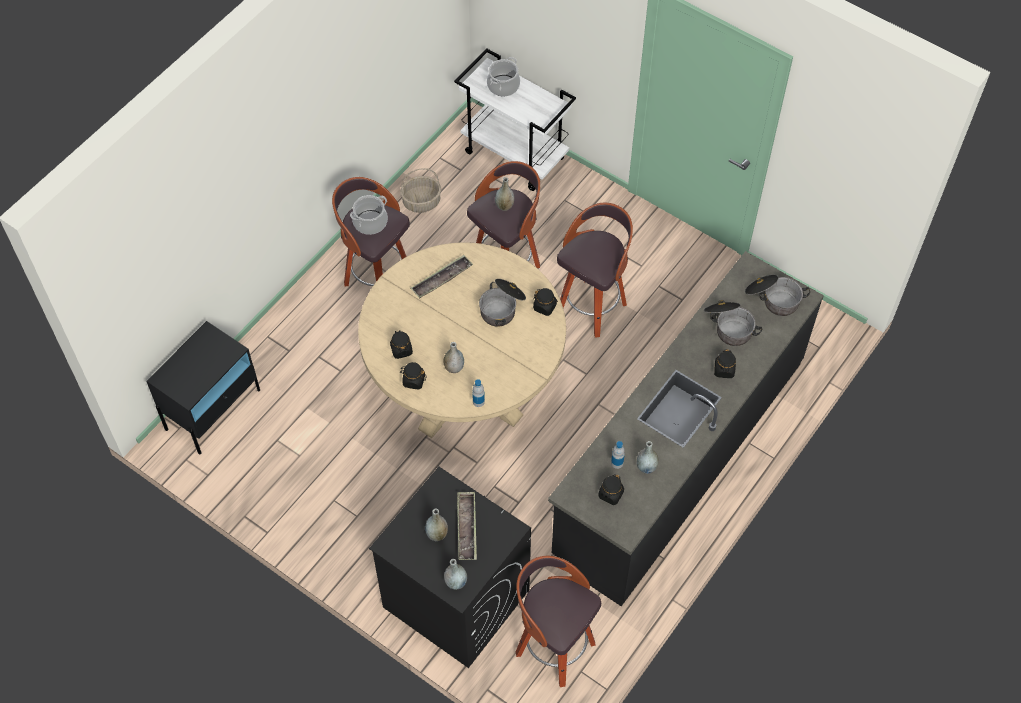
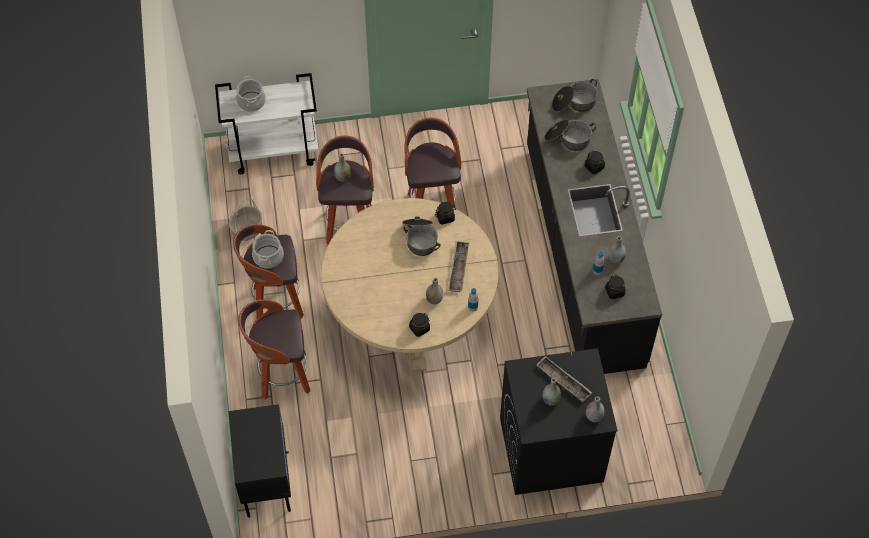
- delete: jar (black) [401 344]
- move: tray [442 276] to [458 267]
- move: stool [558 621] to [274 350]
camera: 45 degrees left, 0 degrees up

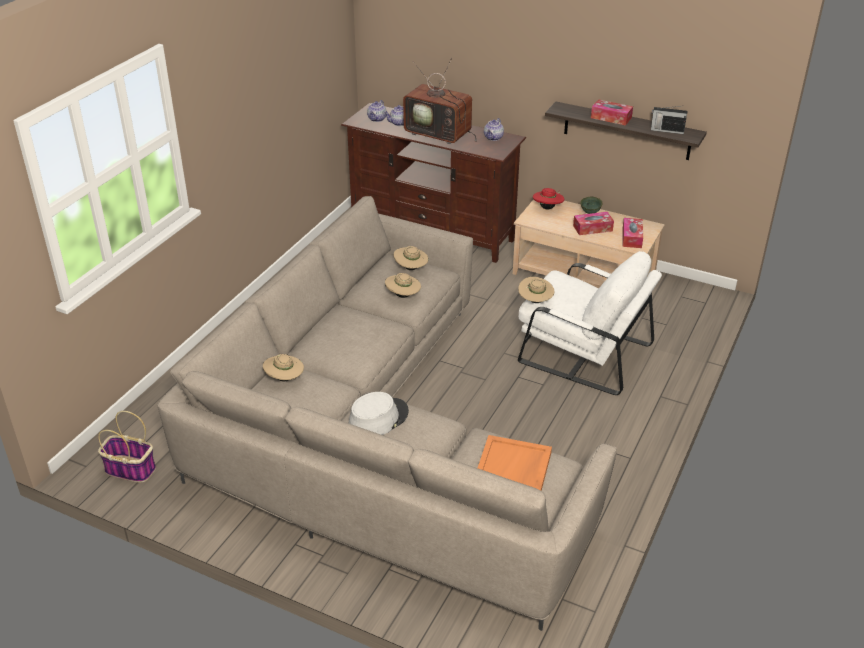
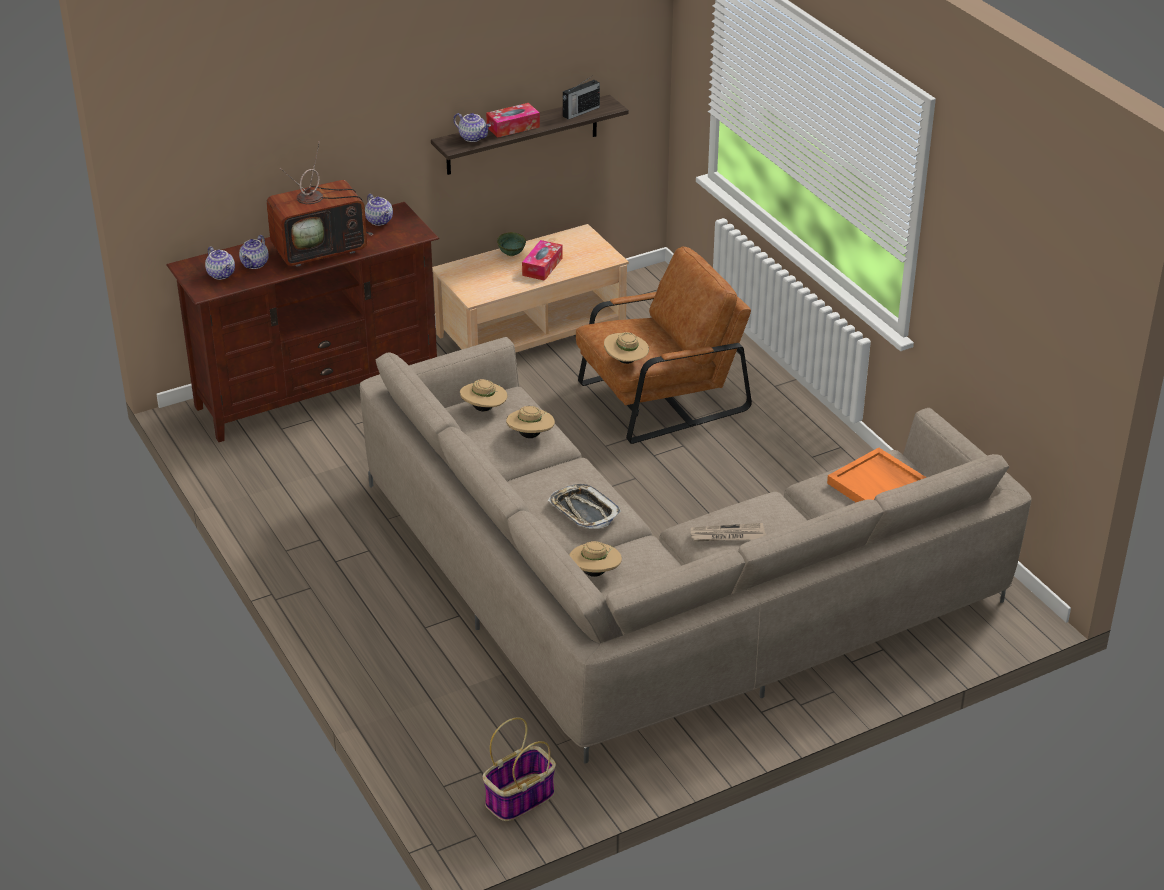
- delete: hat (red) [549 198]
- delete: tissue box [633 233]
- insert: teapot [472 127]
- insert: tray [585 506]
- replace: hat (grey) [379 413] to newspaper [728 532]
- recolor: armchair (white) [590 323] to armchair (brown) [664 345]
camera: 55 degrees left, 0 degrees up

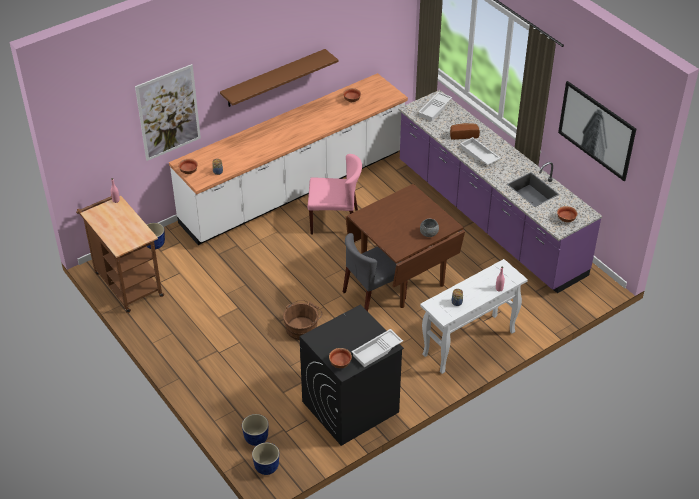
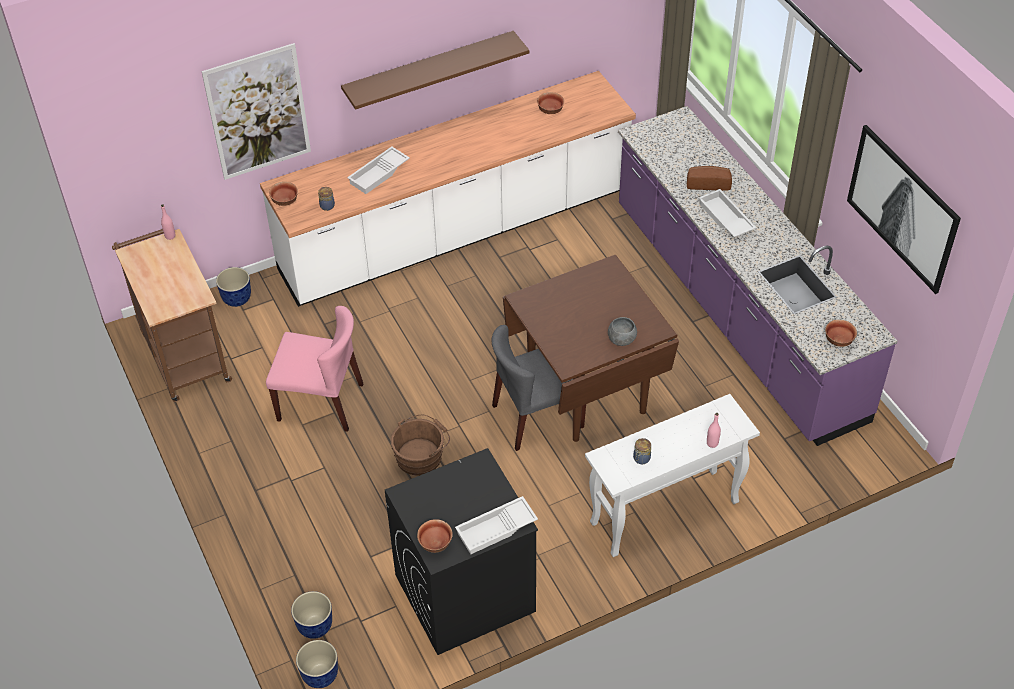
- move: chair (pink) [335 194] to [314 369]
- move: tray (white) [435 106] to [378 170]
camera: 10 degrees right, 5 degrees up

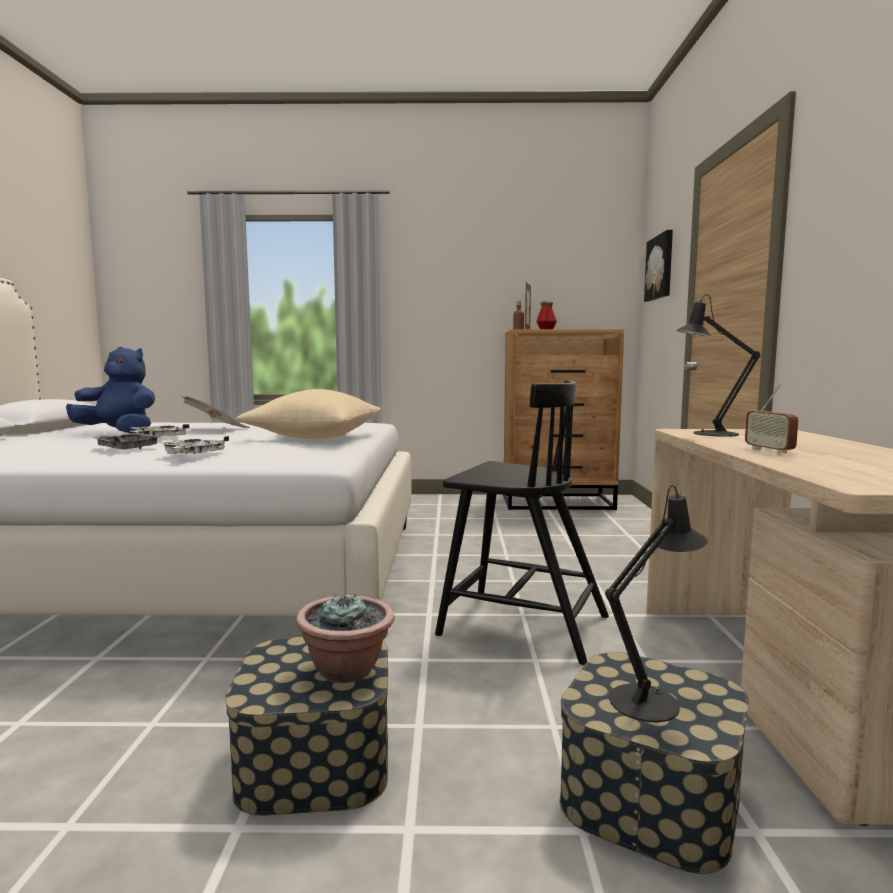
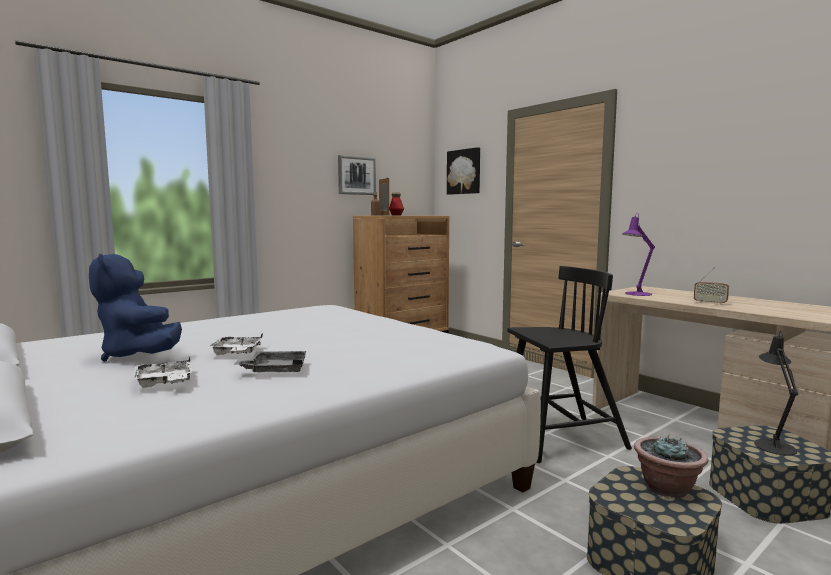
- delete: newspaper [216 412]
- delete: pillow (beige) [308 414]
- insert: picture [357 175]
- move: tray (white) [193 445] to [162 372]
- recolor: table lamp (black) [718 365] to table lamp (purple) [638 254]
- rotate: plush toy (blue) [110 390] = [135 308] 105 degrees counterclockwise
camera: 40 degrees left, 0 degrees up

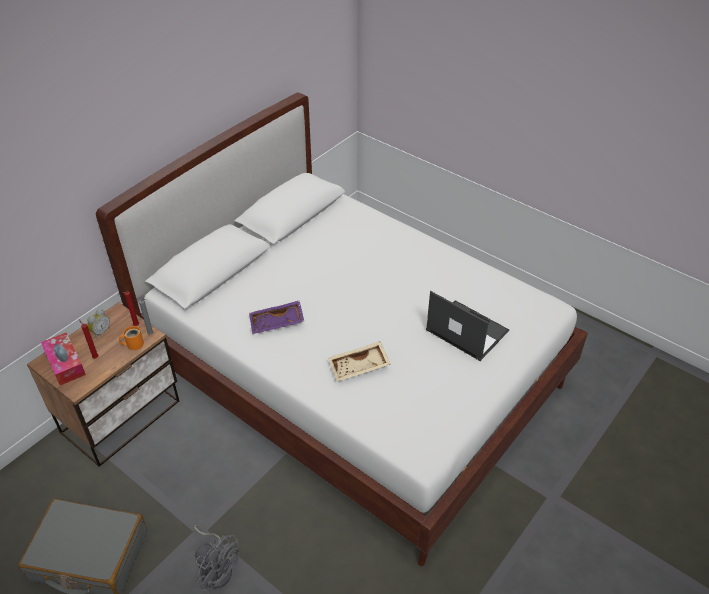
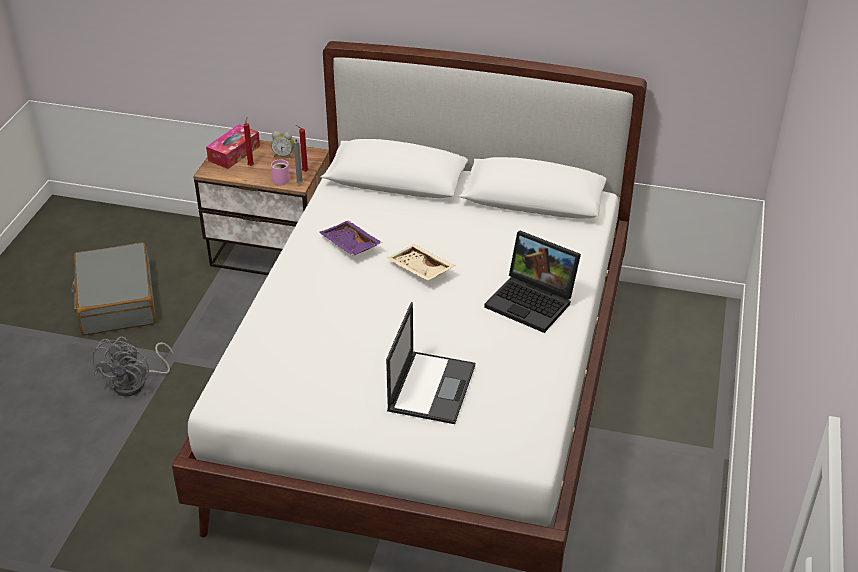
- insert: laptop [532 282]
- move: tray (beige) [359 361] to [421 262]
- recolor: mug (orange) [131 338] to mug (pink) [280 172]
camera: 65 degrees right, 5 degrees down

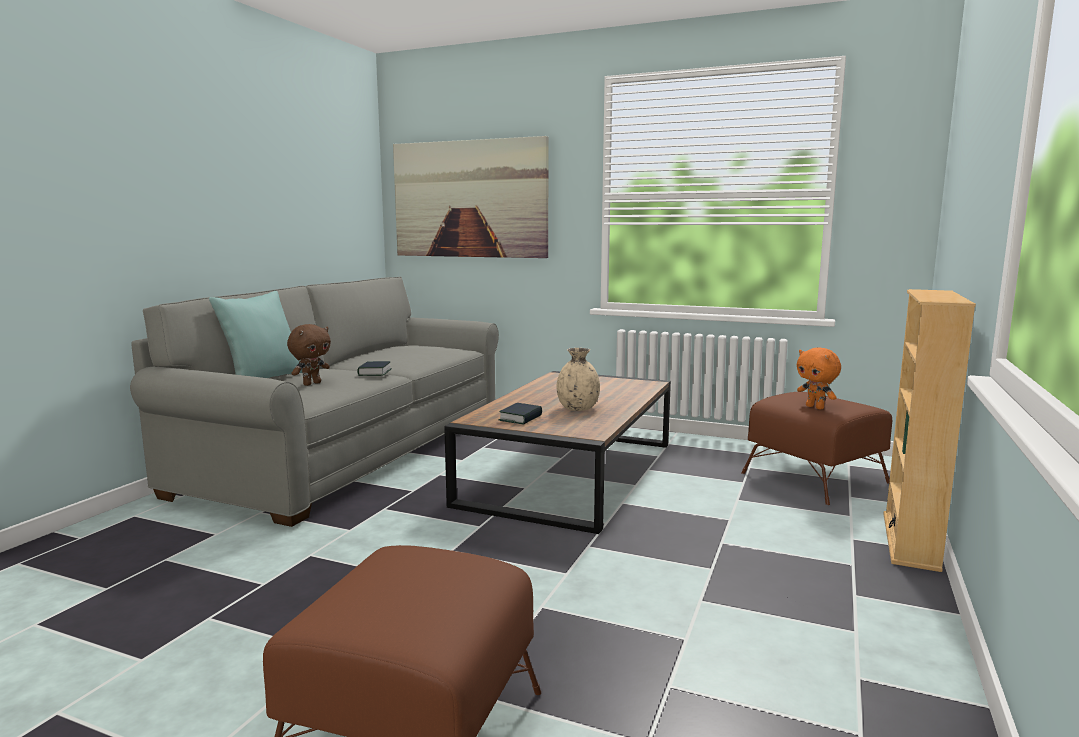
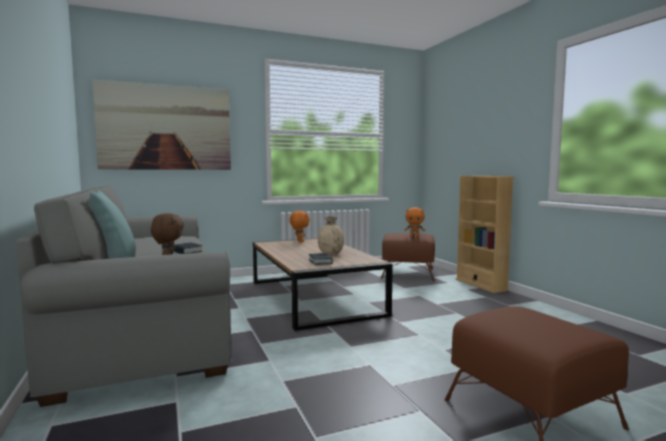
- insert: plush toy (orange) [300 227]
camera: 45 degrees left, 5 degrees down

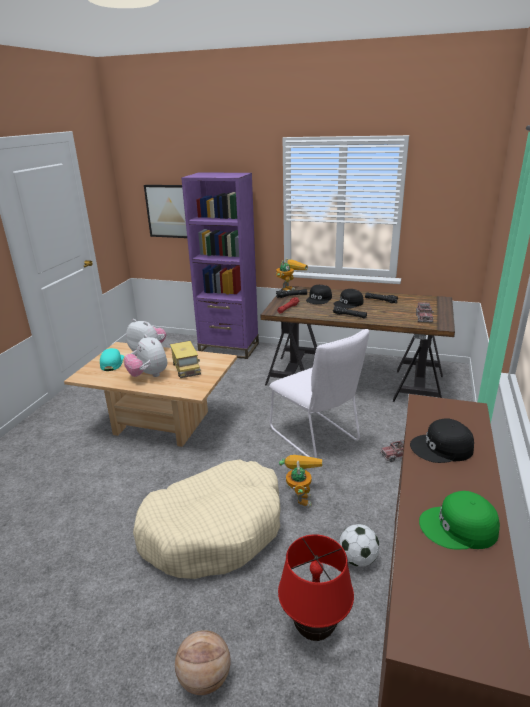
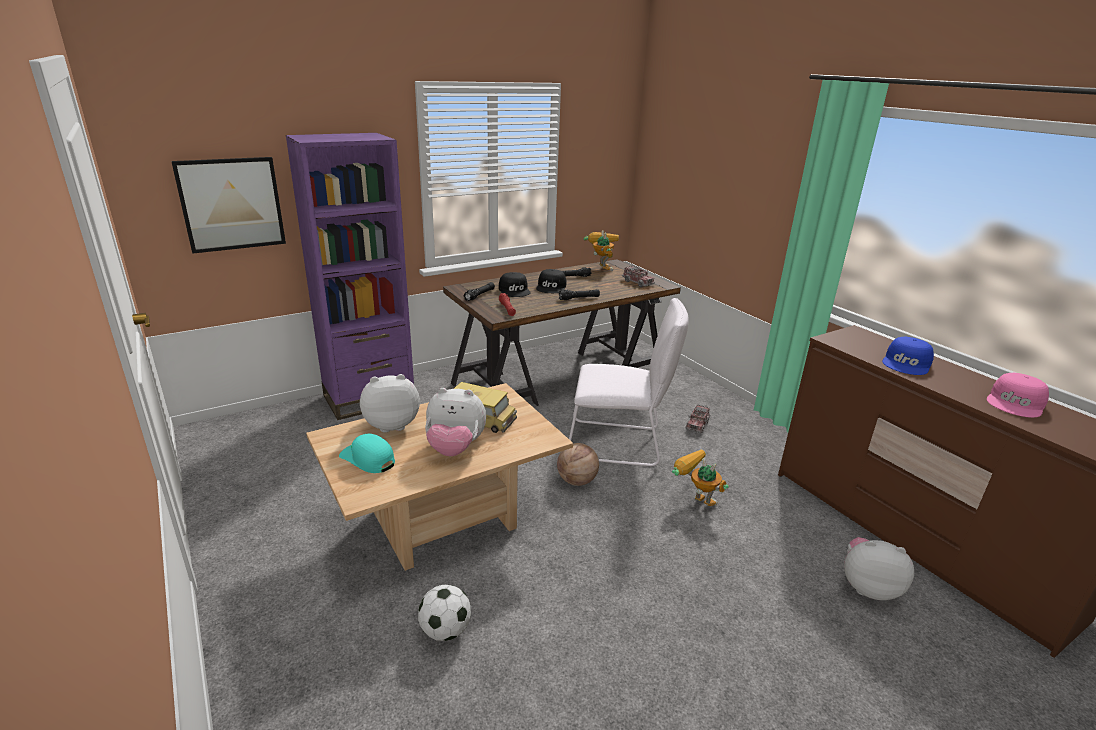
- delete: dog bed (beige) [207 519]
- move: basketball [203 662] to [578 464]
- move: toy robot [292 274] to [601 251]
- move: football [359 545] to [444 613]
- replace: table lamp (red) [316 587] to plush toy [879 568]
- recolor: cap (black) [442 440] to cap (blue) [908 356]
- recolor: cap (green) [459 520] to cap (pink) [1018 395]
camera: 50 degrees left, 0 degrees up

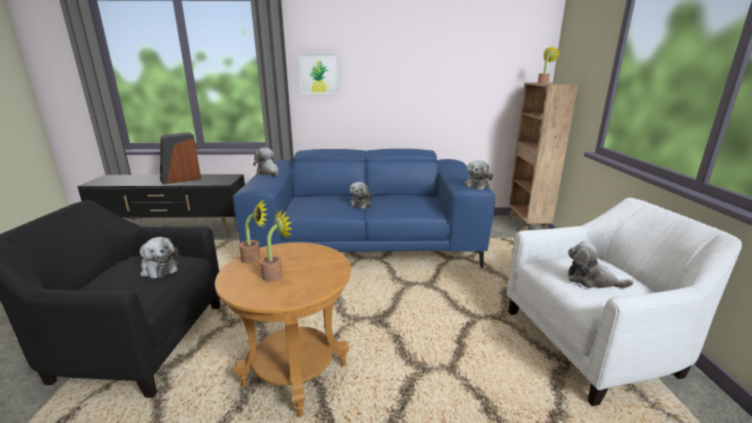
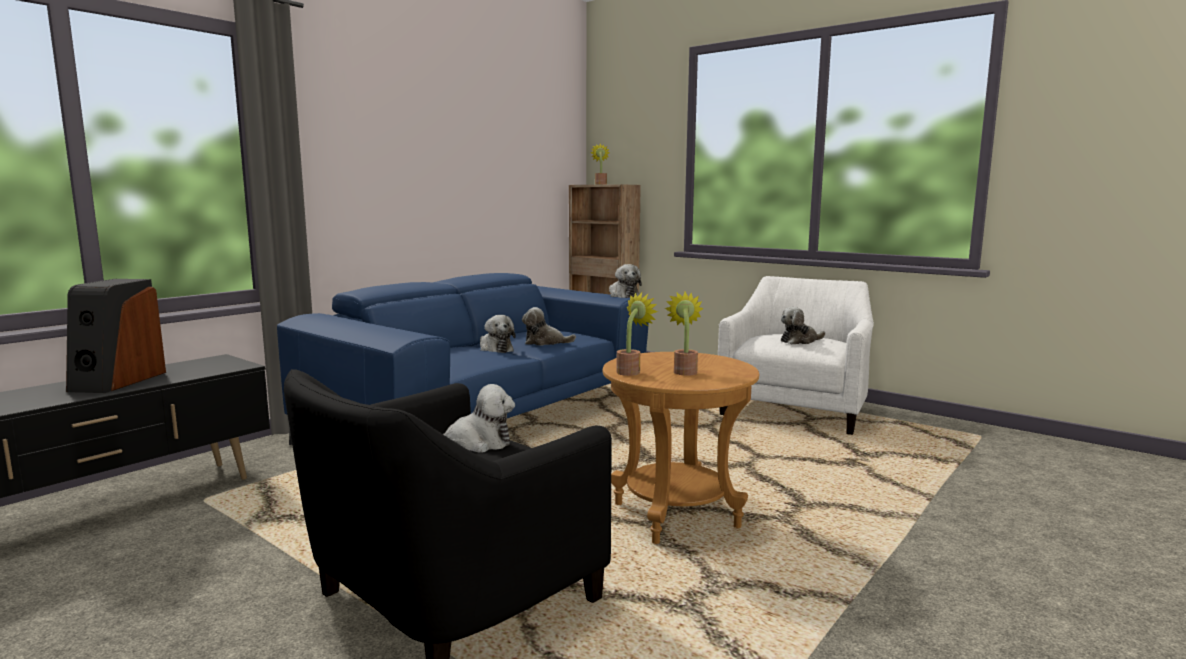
- delete: picture [319 73]
- move: plush toy [266 162] to [549 326]
camera: 50 degrees left, 10 degrees down

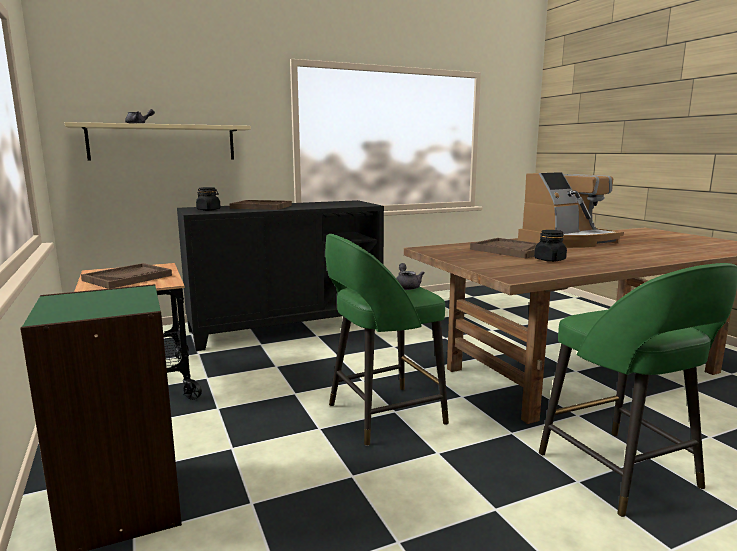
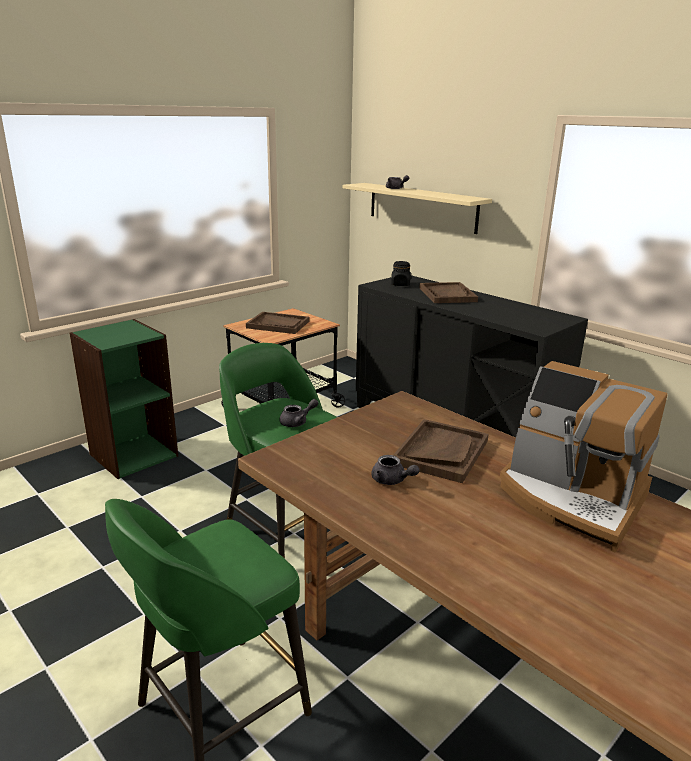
- replace: jar (black) [550 246] to teapot (grey) [395 470]
camera: 70 degrees right, 10 degrees up

